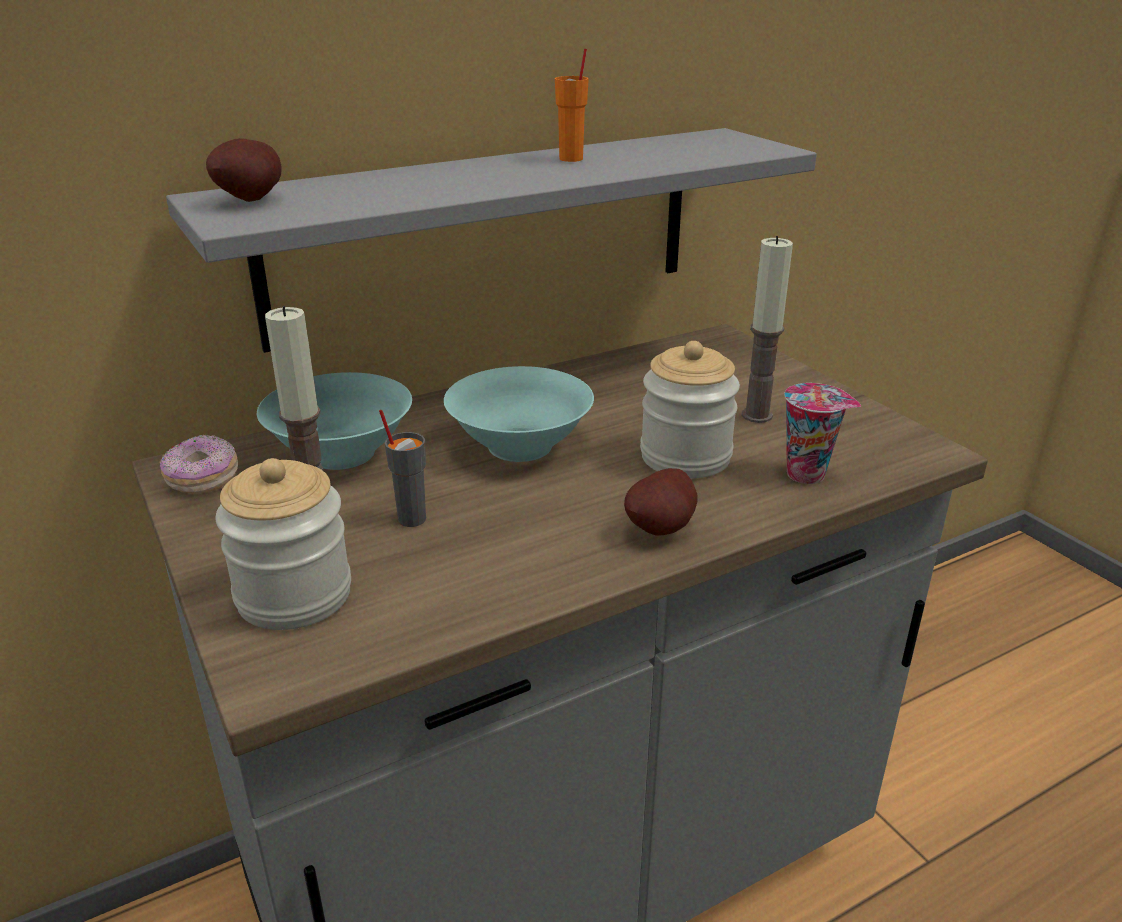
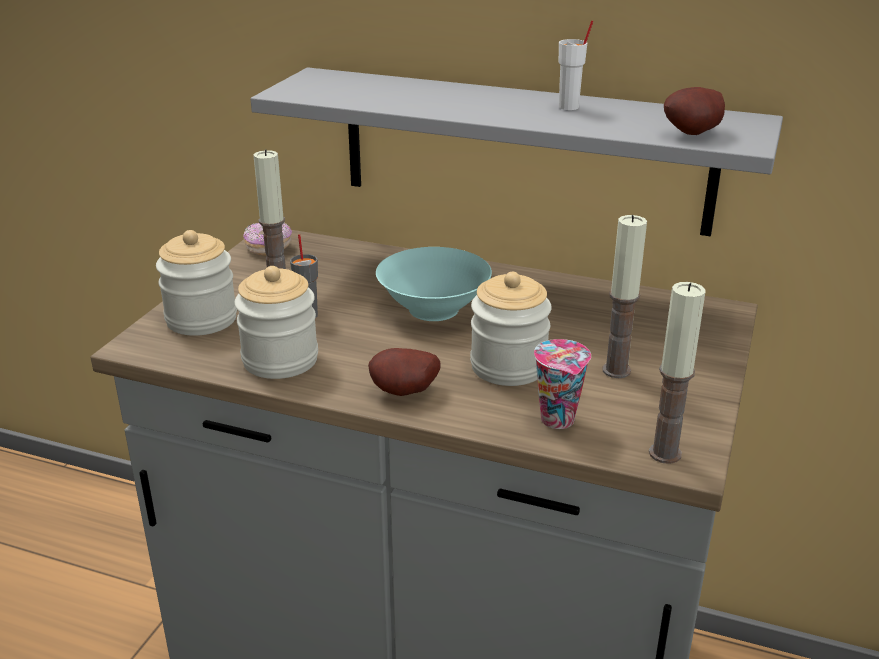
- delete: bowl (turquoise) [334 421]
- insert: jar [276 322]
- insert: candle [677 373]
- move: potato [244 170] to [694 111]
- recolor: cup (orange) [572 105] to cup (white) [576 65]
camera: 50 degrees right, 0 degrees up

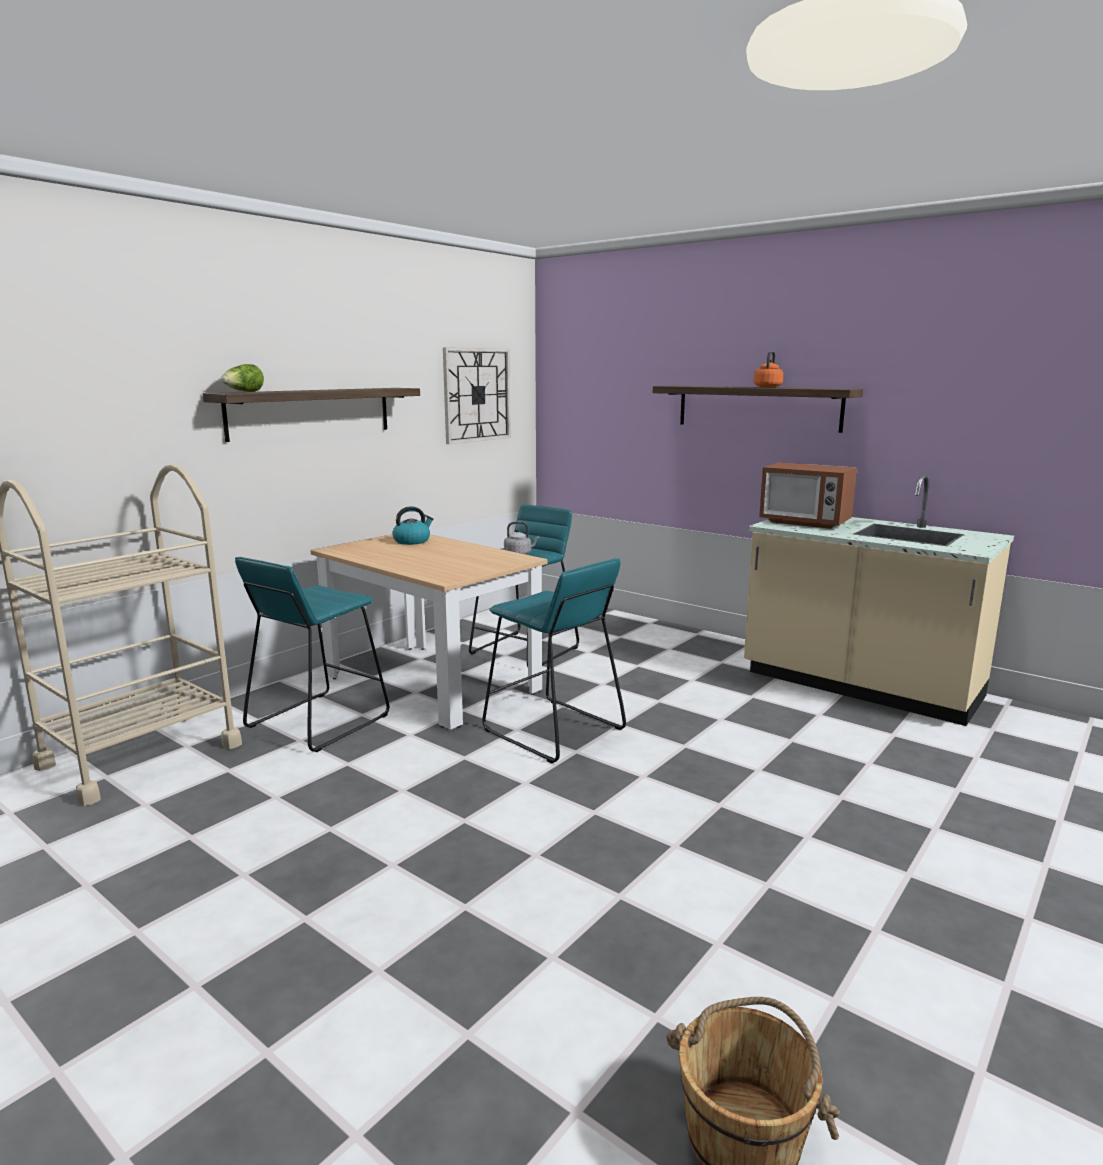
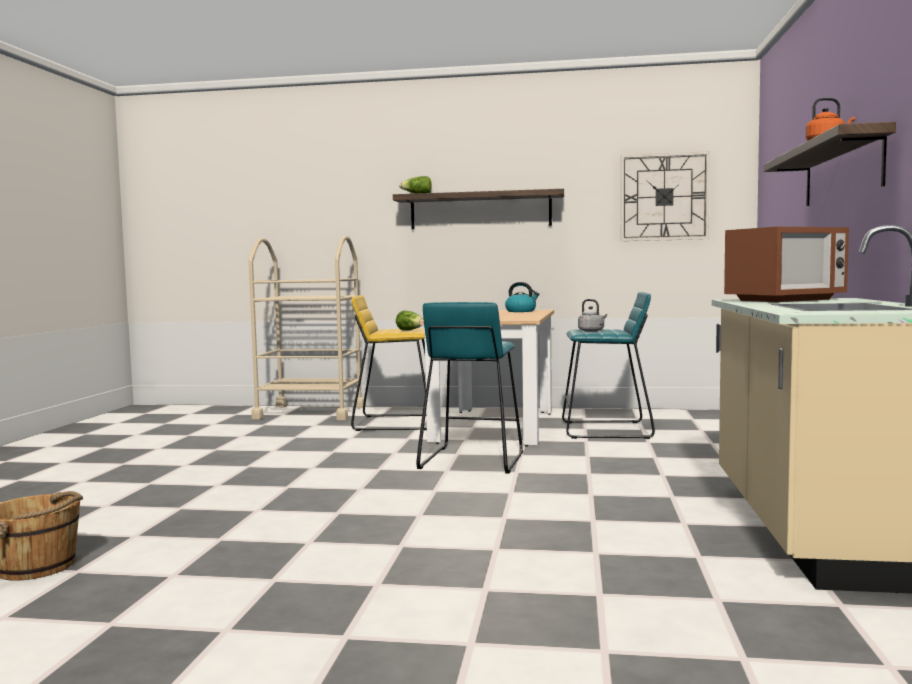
- insert: lettuce [410 321]
- recolor: stool (turquoise) [312 654] to stool (yellow) [389 363]
- rotate: microwave [808 495] = [786 264] 120 degrees counterclockwise
camera: 60 degrees right, 10 degrees down

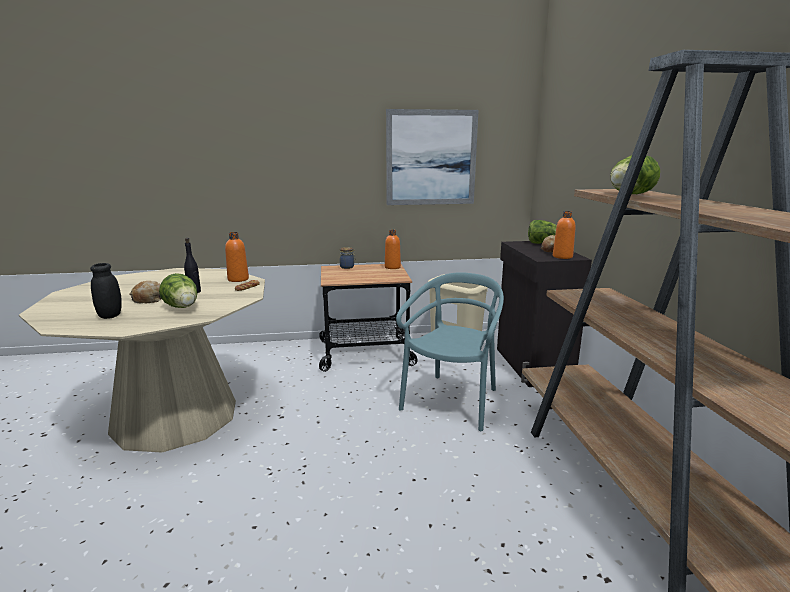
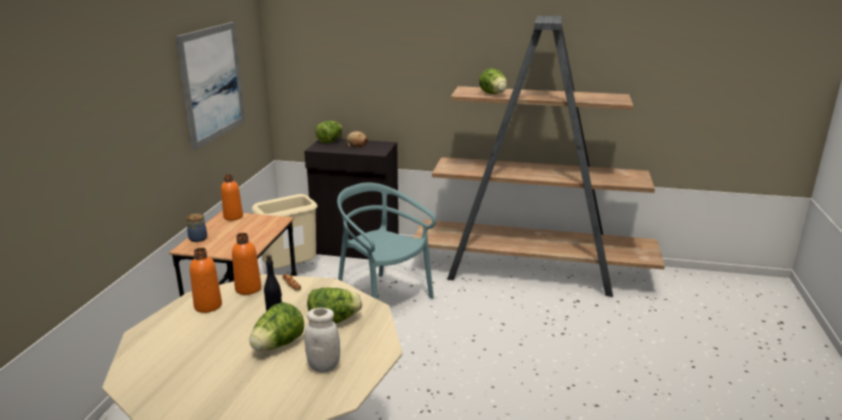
- move: bottle (orange) [564 235] to [206 280]
- replace: bread [145 292] to lettuce [276 326]
- recolor: jar (black) [106 291] to jar (white) [322 340]
camera: 70 degrees left, 5 degrees up

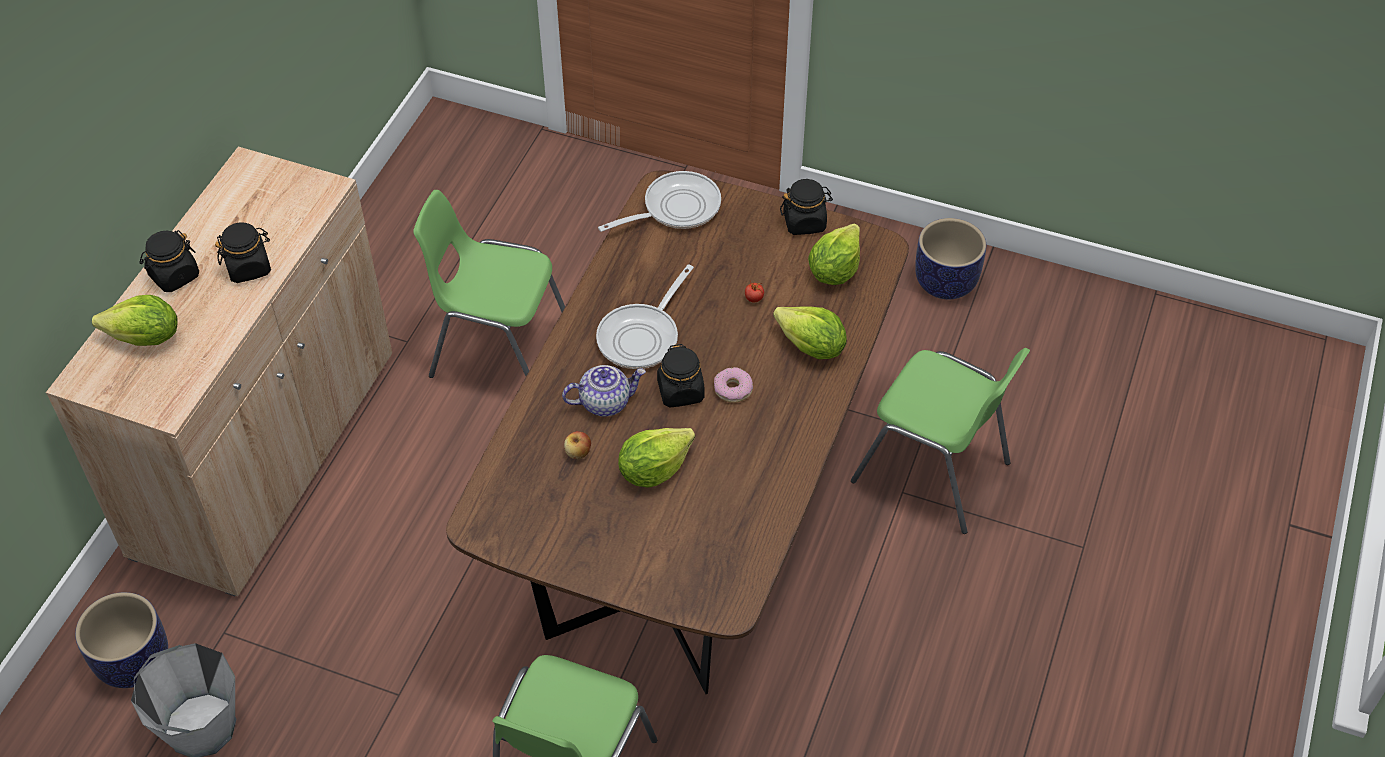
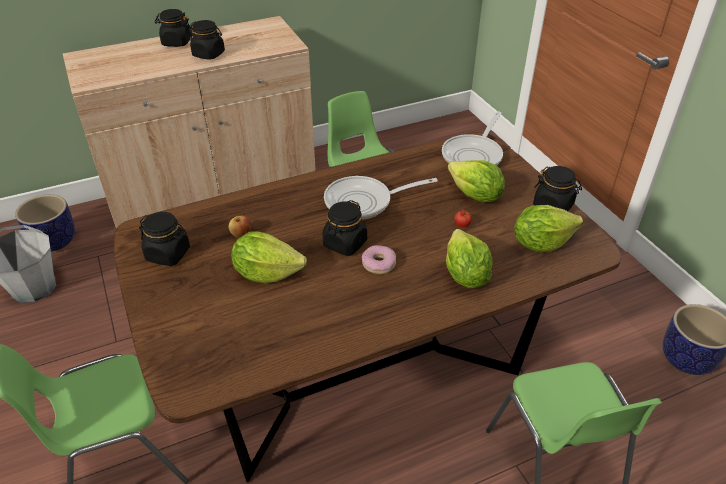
- delete: teapot [604 390]
- insert: jar (black) [164 239]
- move: lettuce [135 320] to [476 181]
- rotate: frying pan [659 201] = [472 138] 105 degrees clockwise
camera: 45 degrees right, 10 degrees down

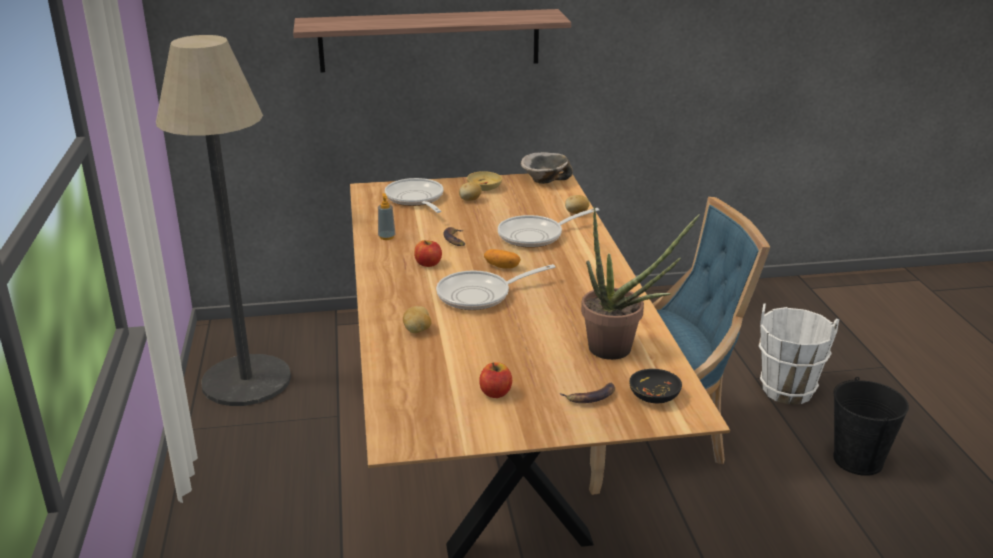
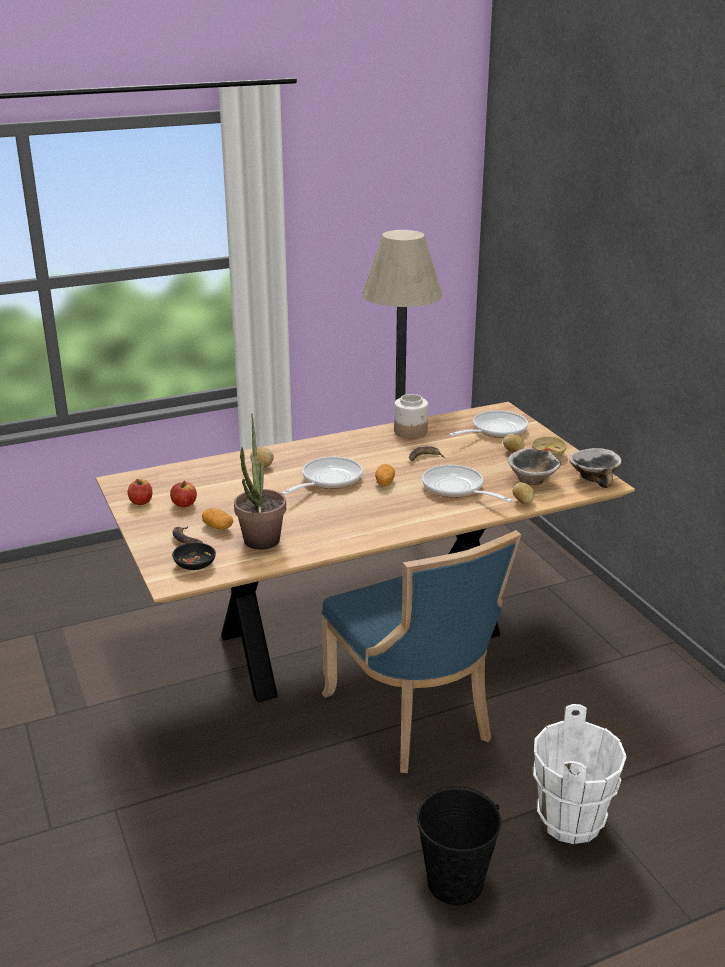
- delete: shelf [432 40]
- insert: potato [217 519]
- insert: bowl [534 466]
- move: apple [428 253] to [140 492]
- replace: soap dispenser [386 216] to jar [411 416]
- rotate: frying pan [495 287] = [322 476] 75 degrees clockwise
camera: 75 degrees right, 0 degrees up

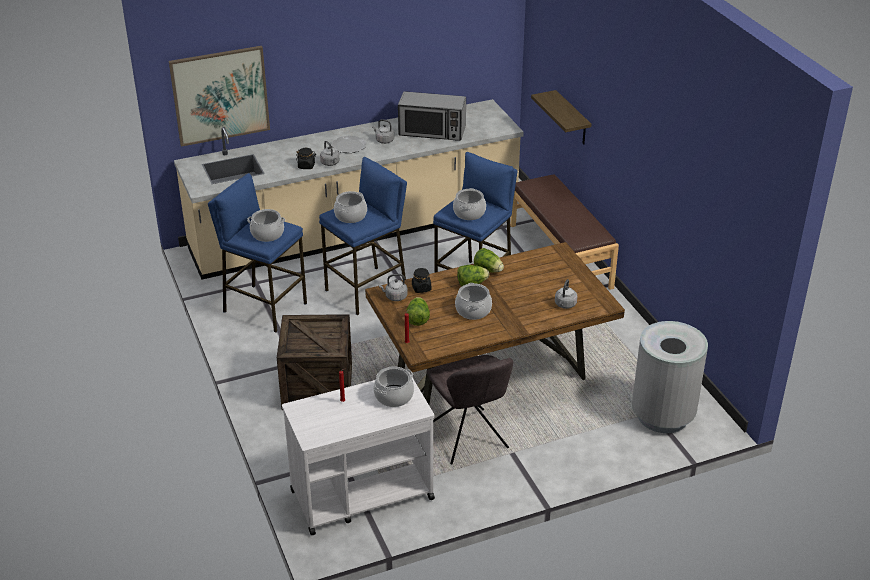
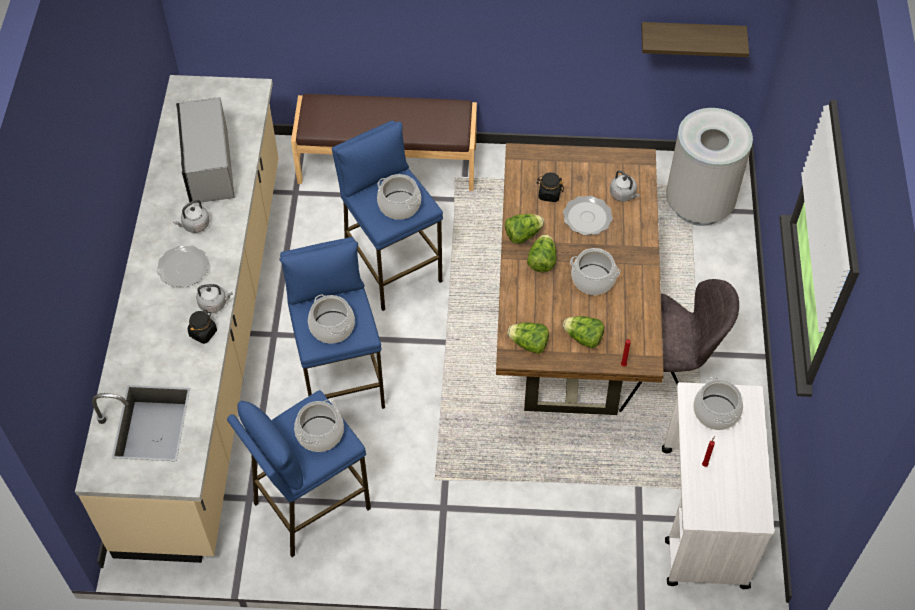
- delete: picture [219 96]
- delete: crate [314 362]
- insert: plate [588 215]
- move: jar (black) [421 280] to [550 187]
- move: shelf [561 117] to [695 39]
- replace: kettle (grey) [393 287] to lettuce [528 338]
- rotate: microwave [432 116] = [205 150] 135 degrees clockwise
camera: 65 degrees left, 20 degrees up

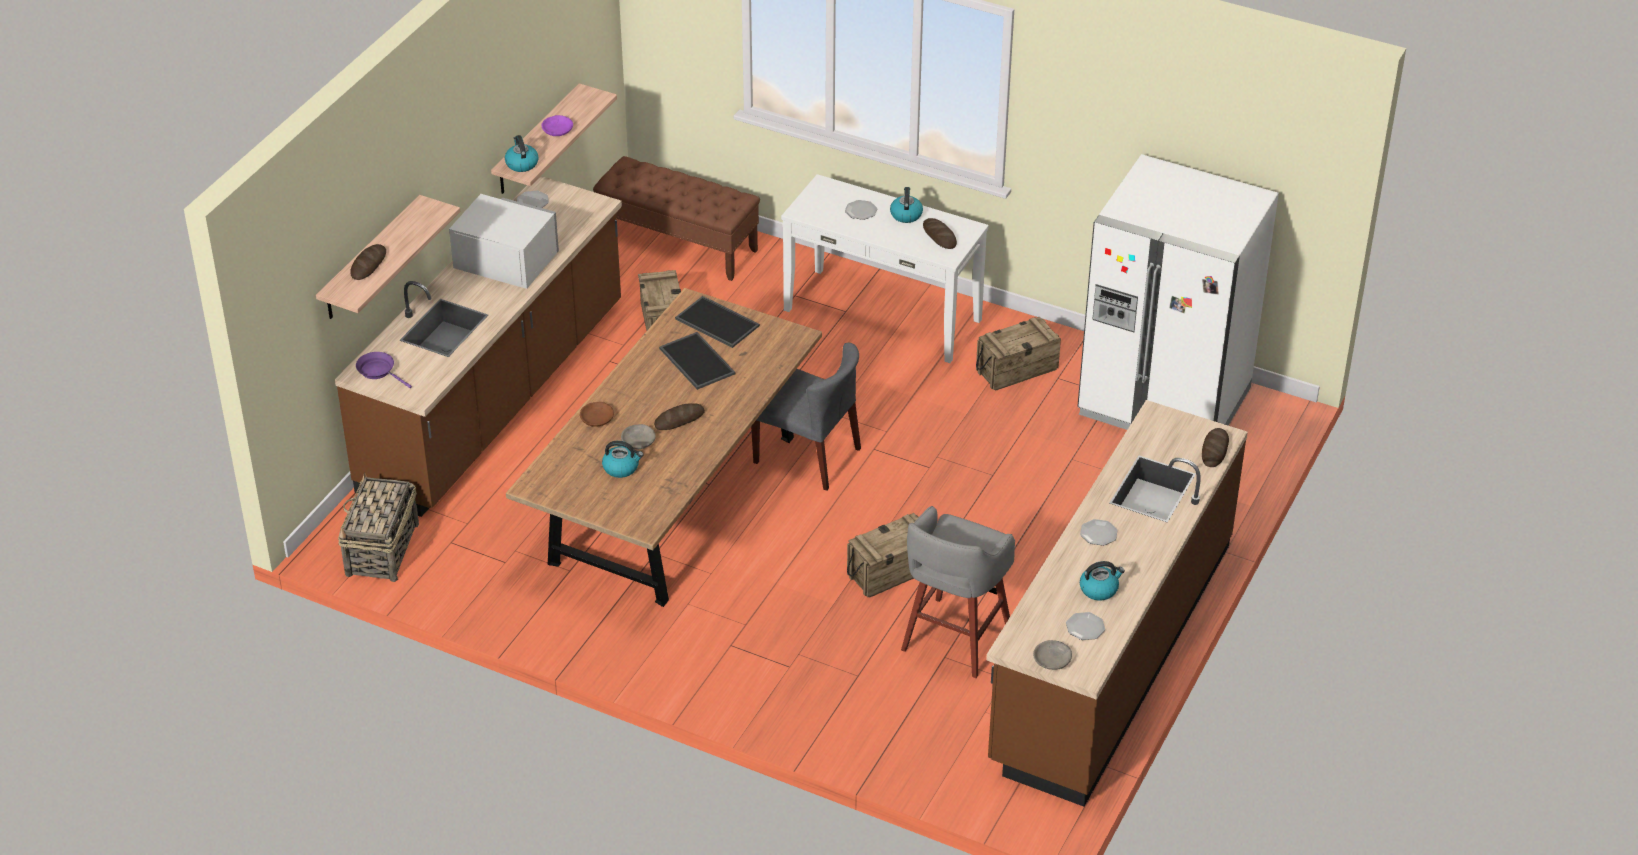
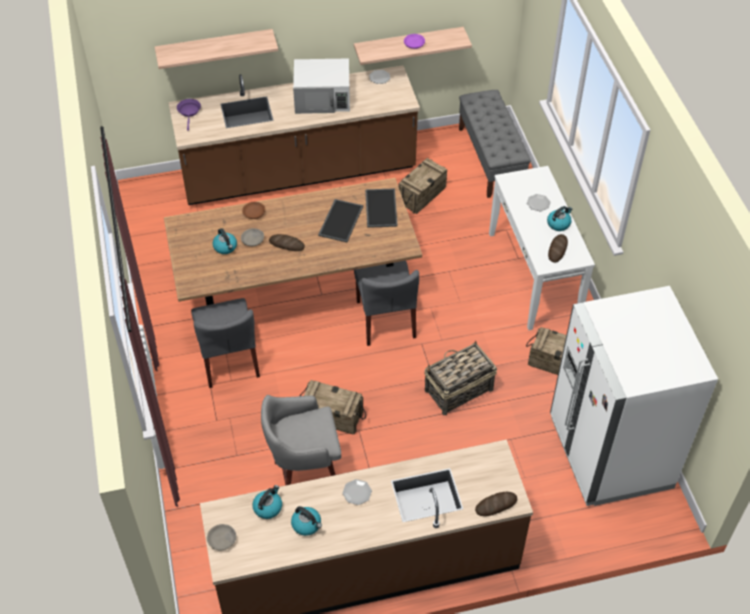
- delete: bread [368 262]
- delete: plate [1085 626]
- insert: chair (grey) [225 343]
- move: basket [378 527] to [460 378]
- move: kettle [522 153] to [267 502]
- recolor: bench (brown) [676 218] to bench (grey) [495 144]
- rotate: microwave (white) [504 241] = [321 86] 105 degrees clockwise
camera: 50 degrees right, 10 degrees up

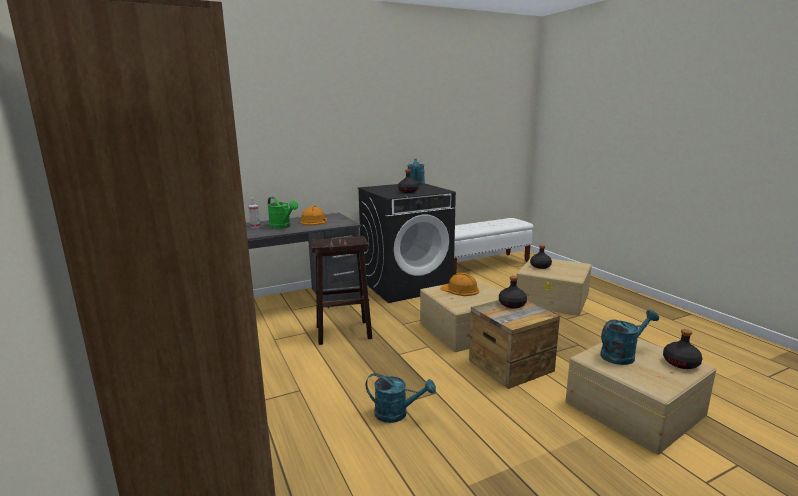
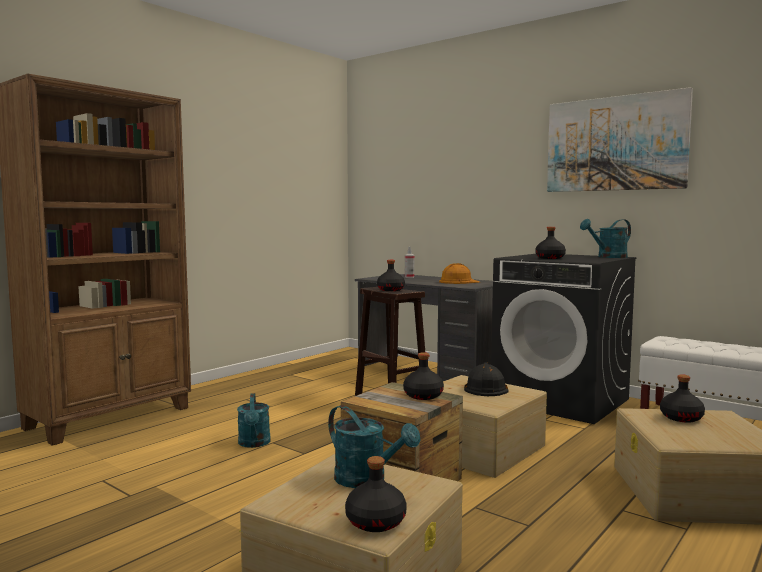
- delete: watering can (green) [283 213]
- insert: bottle (black) [391 275]
- insert: picture [620 139]
- recolor: hard hat (orange) [459 284] to hard hat (black) [486 379]
camera: 65 degrees right, 10 degrees down

